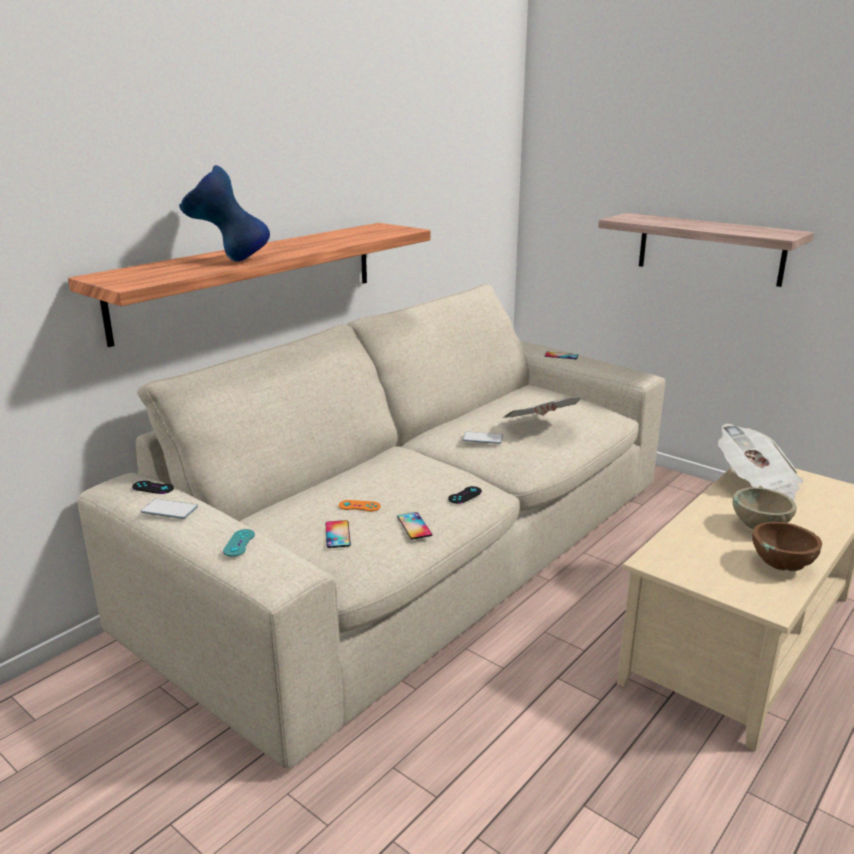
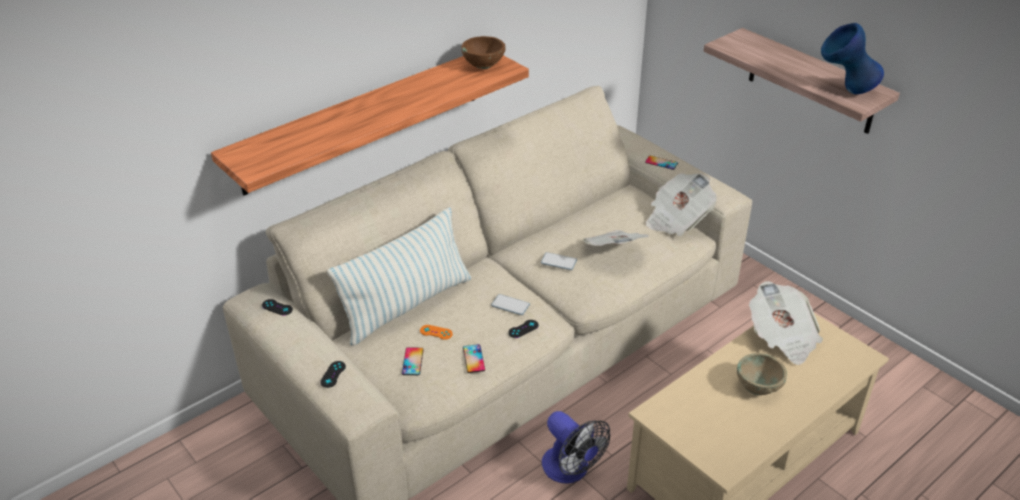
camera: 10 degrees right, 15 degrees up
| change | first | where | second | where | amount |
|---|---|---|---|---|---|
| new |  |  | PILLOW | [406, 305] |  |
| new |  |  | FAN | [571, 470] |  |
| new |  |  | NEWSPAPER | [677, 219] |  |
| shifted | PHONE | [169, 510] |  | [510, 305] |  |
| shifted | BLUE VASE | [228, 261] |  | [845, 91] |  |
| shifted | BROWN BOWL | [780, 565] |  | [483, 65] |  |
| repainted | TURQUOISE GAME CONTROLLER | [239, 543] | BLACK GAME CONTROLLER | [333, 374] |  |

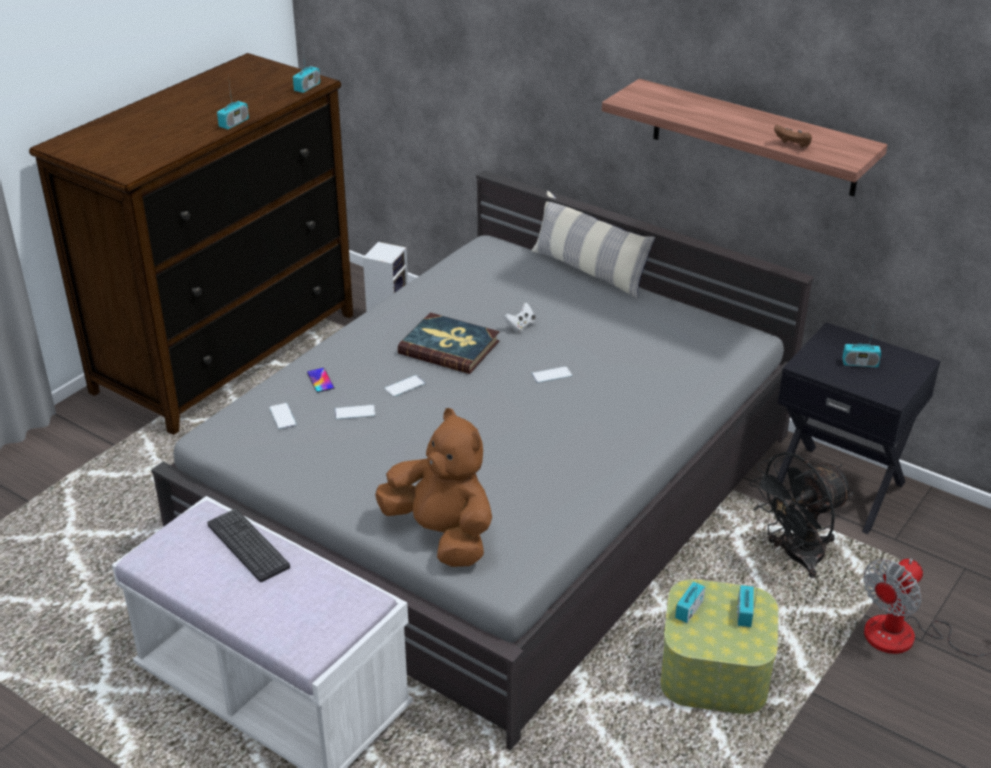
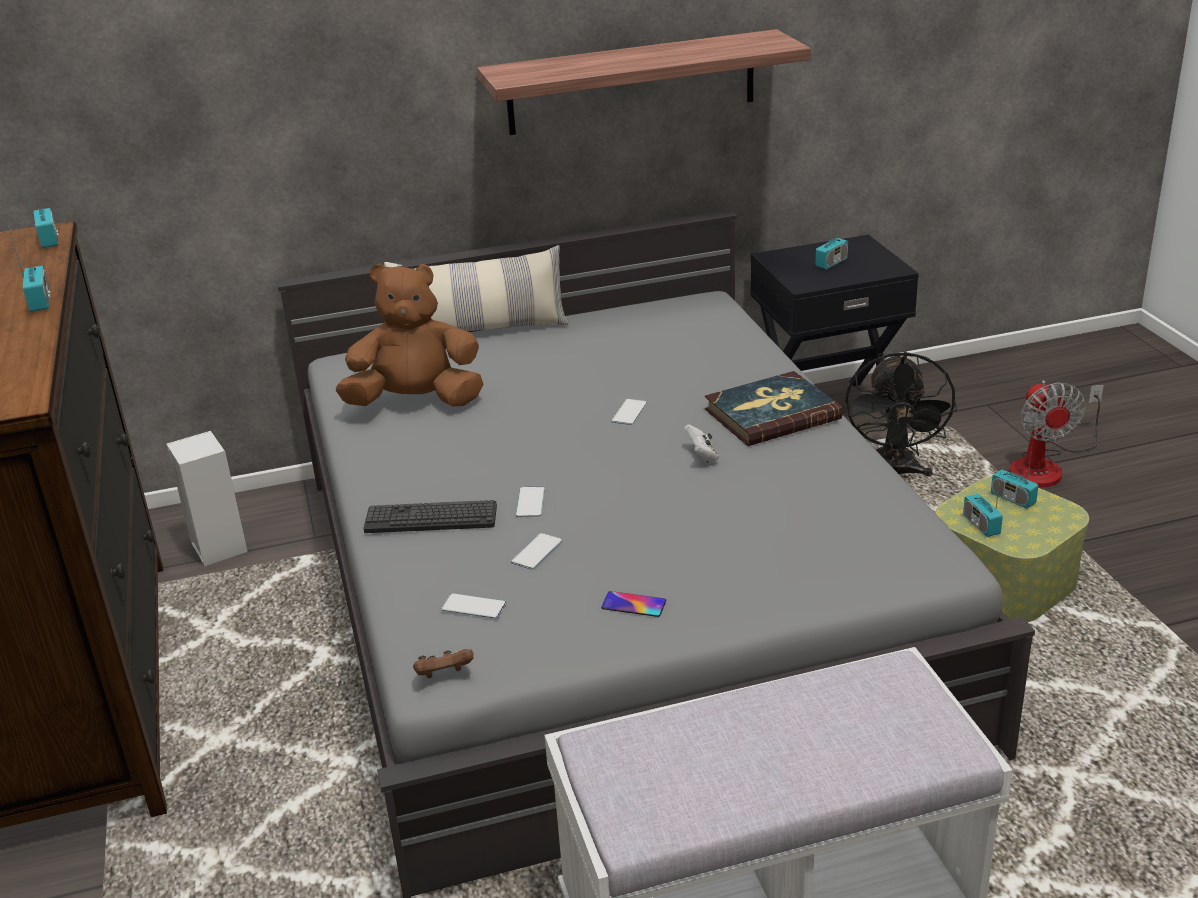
camera: 50 degrees left, 5 degrees down
| change | first | where | second | where | amount |
|---|---|---|---|---|---|
| shifted | KEYBOARD | [248, 545] |  | [431, 518] |  |
| shifted | PHONE | [320, 380] |  | [633, 605] |  |
| shifted | BROWN PLUSH TOY | [442, 535] |  | [416, 402] |  |
| shifted | BOOK | [449, 347] |  | [771, 414] |  |
| shifted | WHITE GAME CONTROLLER | [520, 326] |  | [702, 456] |  |
| shifted | BROWN GAME CONTROLLER | [792, 145] |  | [444, 675] |  |

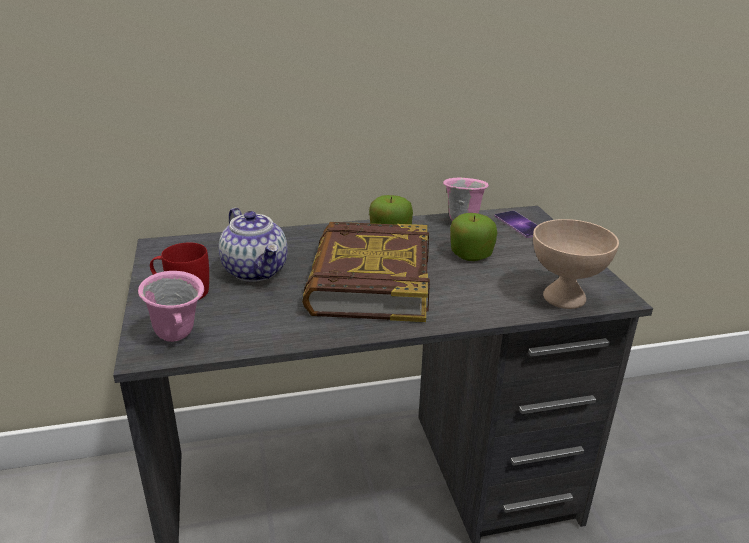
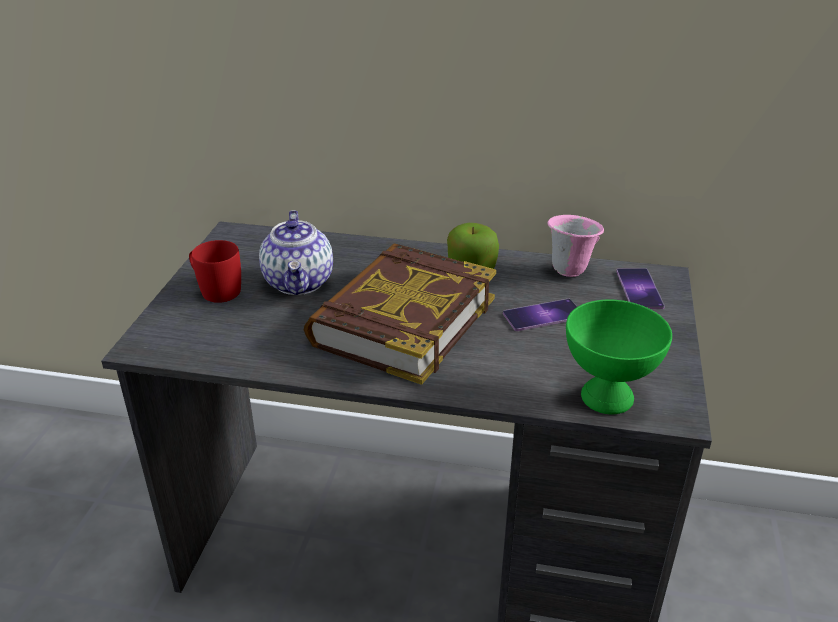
camera: 25 degrees right, 5 degrees up
| change | first | where | second | where | amount |
|---|---|---|---|---|---|
| gone | PINK MUG | [179, 337] |  |  |  |
| swapped | APPLE | [471, 254] | PHONE | [543, 315] |  |
| repainted | BEIGE BOWL | [563, 297] | GREEN BOWL | [607, 396] |  |

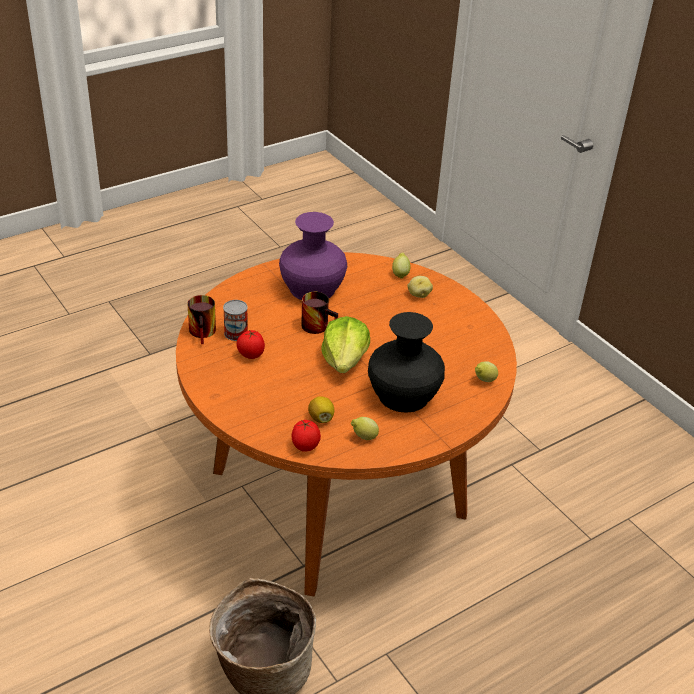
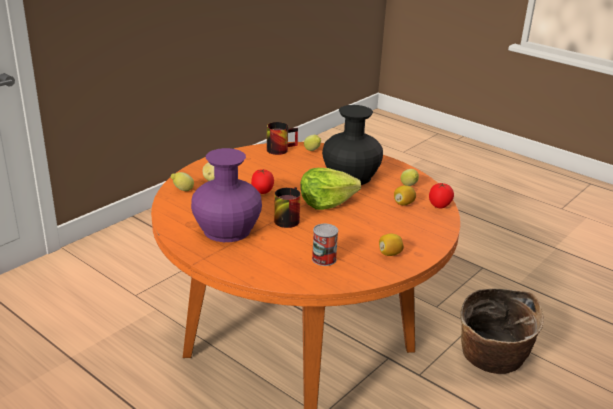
camera: 105 degrees left, 10 degrees down
| change | first | where | second | where | amount |
|---|---|---|---|---|---|
| new |  |  | LEMON | [389, 254] |  |
| shifted | MUG | [205, 332] |  | [280, 149] |  |
| shifted | TOMATO | [250, 355] |  | [262, 192] |  |

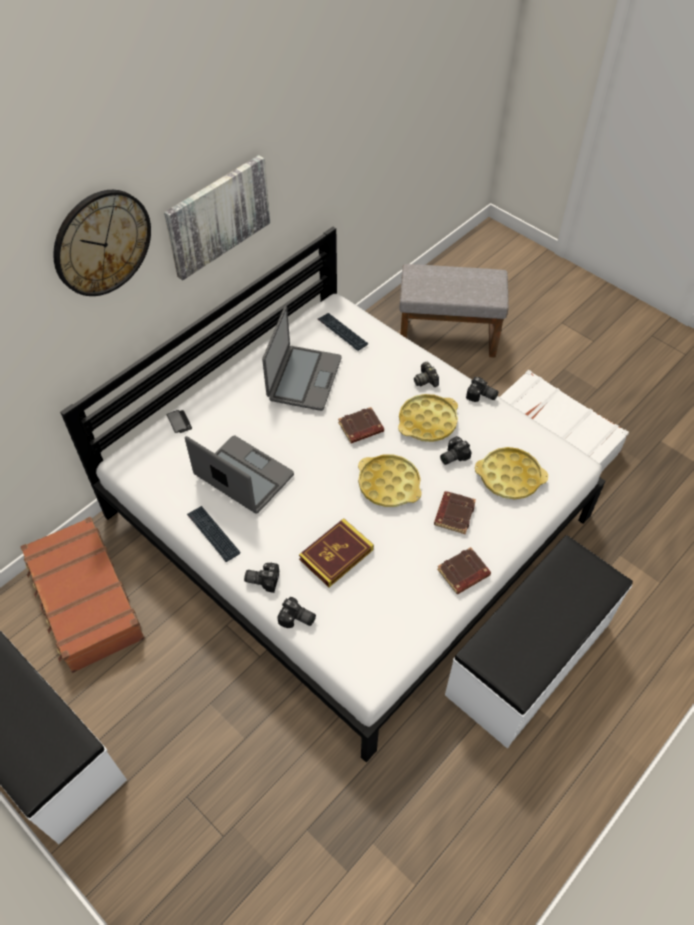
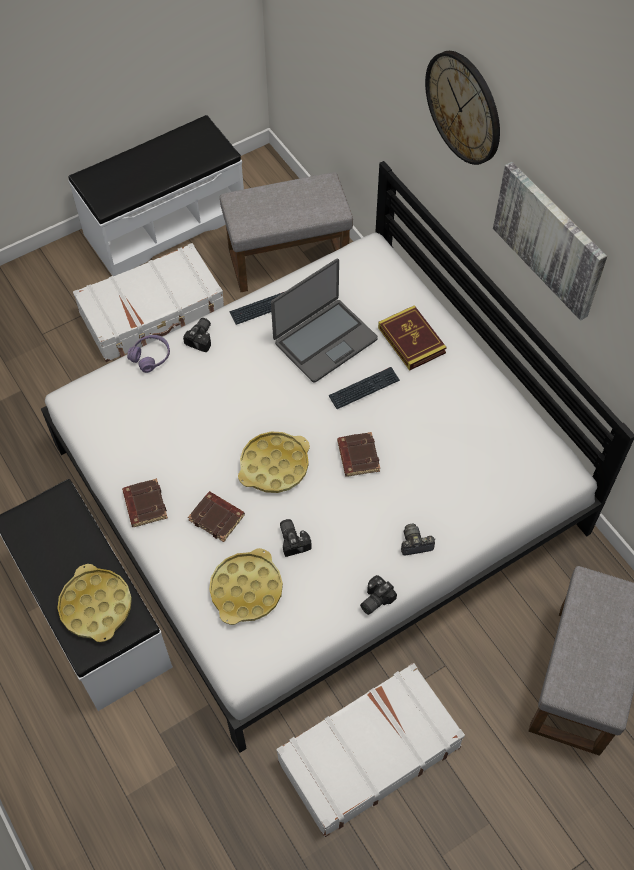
camera: 105 degrees right, 5 degrees up
| change | first | where | second | where | amount |
|---|---|---|---|---|---|
| gone | PHONE | [179, 422] |  |  |  |
| gone | LAPTOP | [303, 378] |  |  |  |
| new |  |  | WHITE SUITCASE | [153, 313] |  |
| shifted | BOOK | [336, 554] |  | [411, 340] |  |
| shifted | KEYBOARD | [342, 332] |  | [364, 389] |  |
| shifted | YELLOW TRAY | [427, 422] |  | [96, 606] |  |
| swapped | BROWN SUITCASE | [85, 601] | GREY OTTOMAN | [287, 261] |  |
| swapped | PHOTO CAMERA | [297, 619] | PURPLE HEADPHONES | [150, 357] |  |

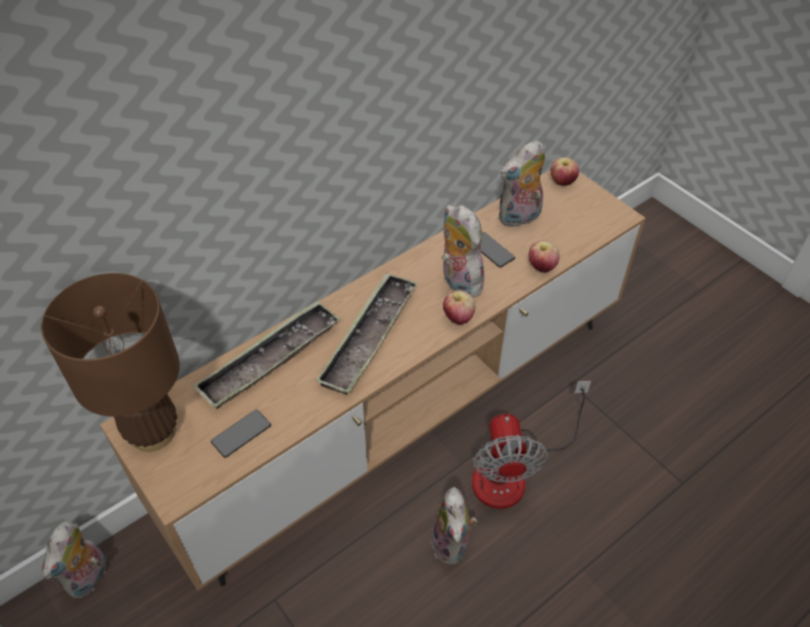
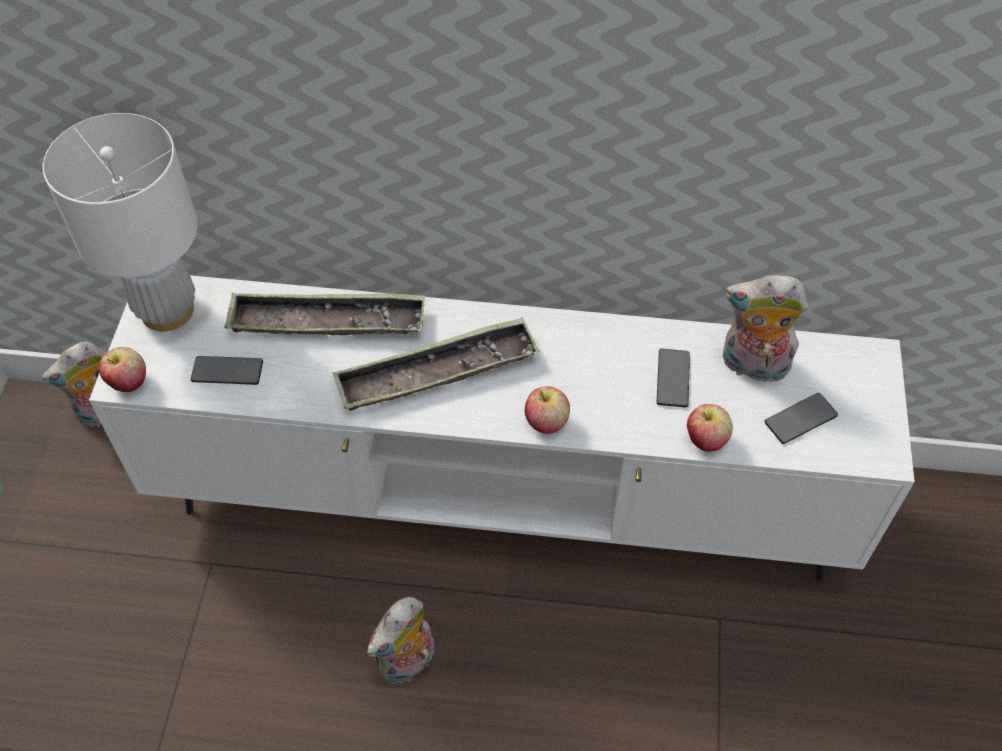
camera: 45 degrees right, 5 degrees up
| change | first | where | second | where | amount |
|---|---|---|---|---|---|
| gone | PLUSH TOY | [458, 281] |  |  |  |
| gone | FAN | [513, 471] |  |  |  |
| new |  |  | PHONE | [800, 419] |  |
| shifted | APPLE | [562, 182] |  | [129, 382] |  |
| repainted | BROWN TABLE LAMP | [152, 432] | WHITE TABLE LAMP | [166, 310] |  |
| repainted | BROWN TV STAND | [403, 417] | WHITE TV STAND | [501, 499] |  |

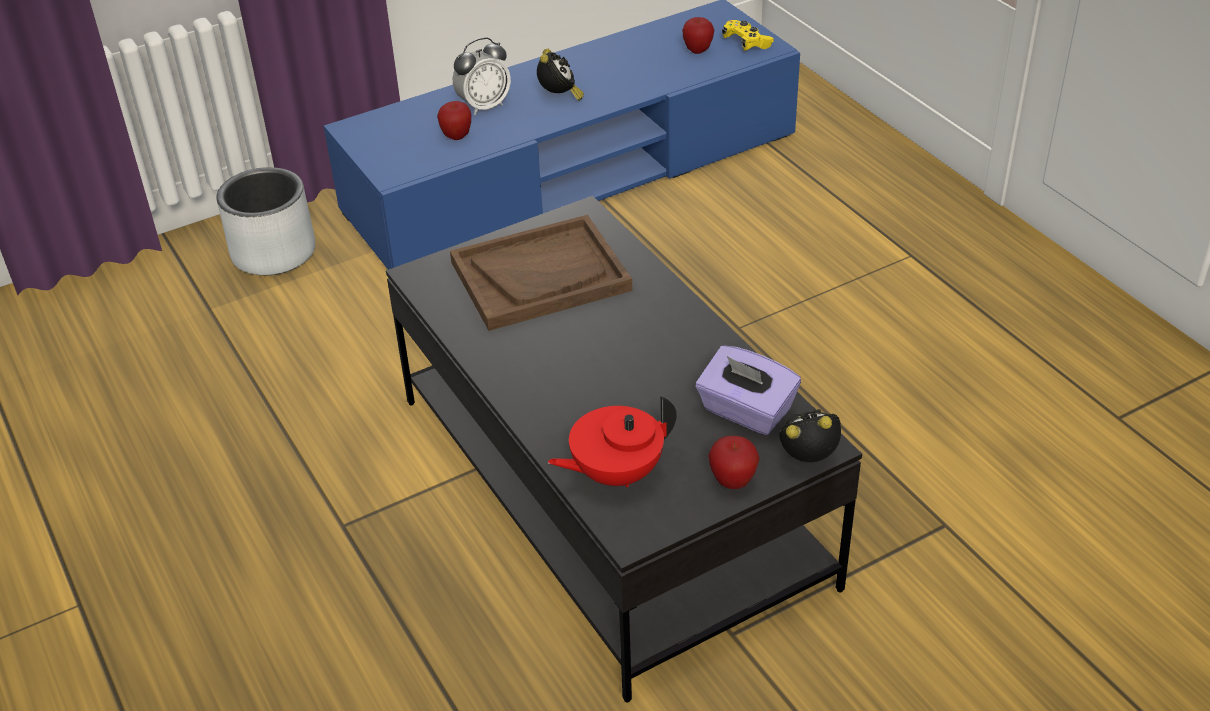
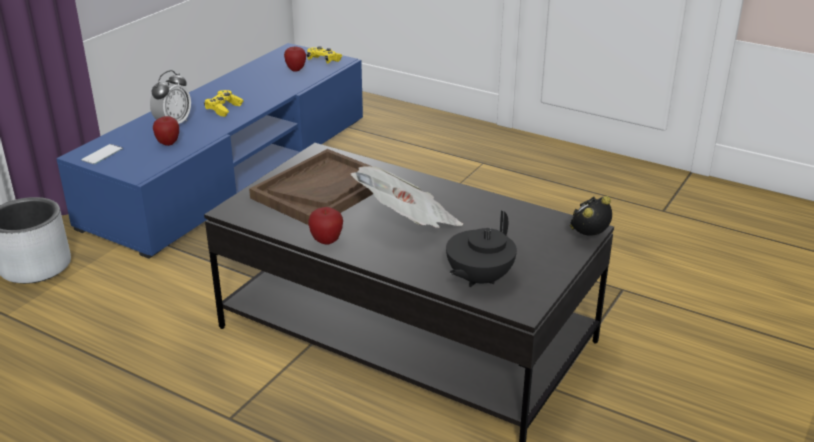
camera: 30 degrees left, 10 degrees down
| change | first | where | second | where | amount |
|---|---|---|---|---|---|
| gone | PURPLE TISSUE BOX | [746, 411] |  |  |  |
| new |  |  | PHONE | [102, 154] |  |
| new |  |  | NEWSPAPER | [408, 223] |  |
| shifted | APPLE | [733, 481] |  | [326, 241] |  |
| swapped | ALARM CLOCK | [559, 97] | YELLOW GAME CONTROLLER | [224, 109] |  |
| repainted | RED TEAPOT | [615, 473] | BLACK TEAPOT | [478, 279] |  |

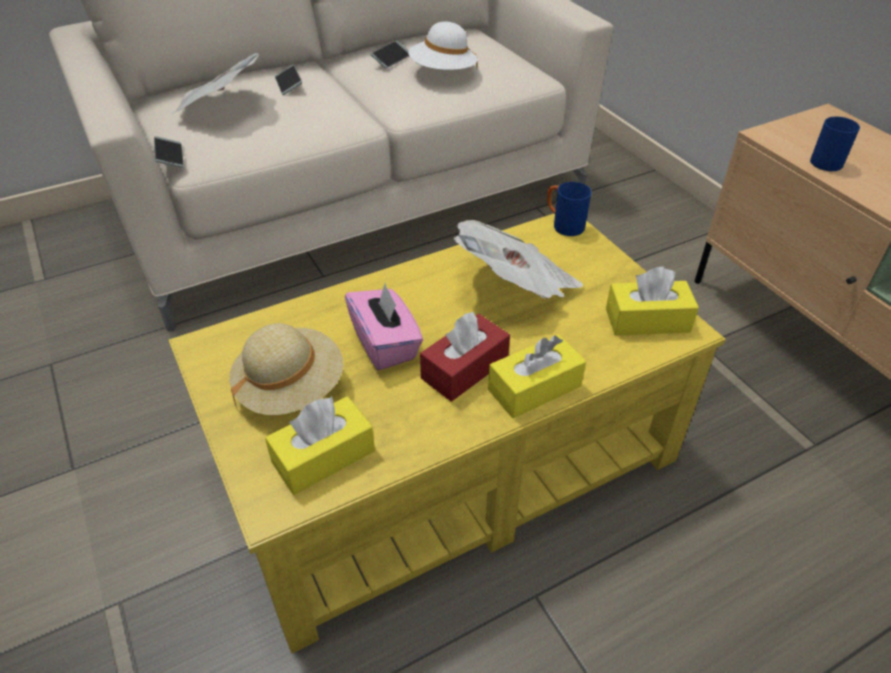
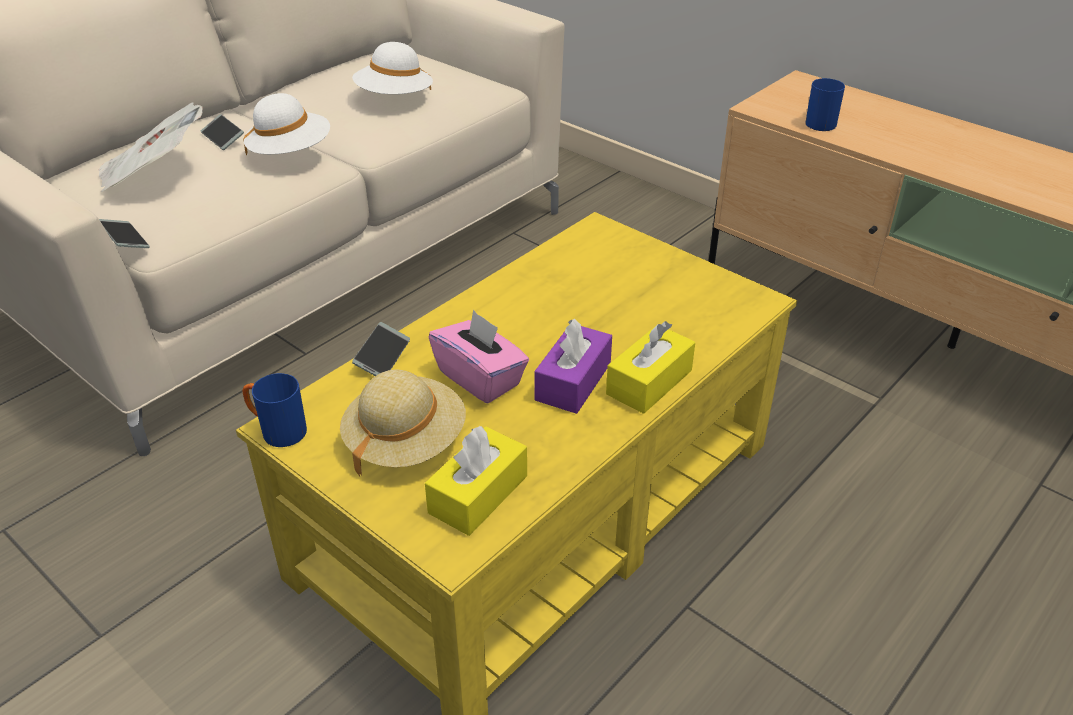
camera: 20 degrees left, 5 degrees down
| change | first | where | second | where | amount |
|---|---|---|---|---|---|
| gone | NEWSPAPER | [517, 287] |  |  |  |
| gone | YELLOW TISSUE BOX | [647, 320] |  |  |  |
| new |  |  | WHITE HAT | [290, 153] |  |
| shifted | PHONE | [391, 59] |  | [382, 356] |  |
| shifted | BLUE MUG | [563, 225] |  | [277, 431] |  |
| repainted | RED TISSUE BOX | [464, 369] | PURPLE TISSUE BOX | [573, 382] |  |

